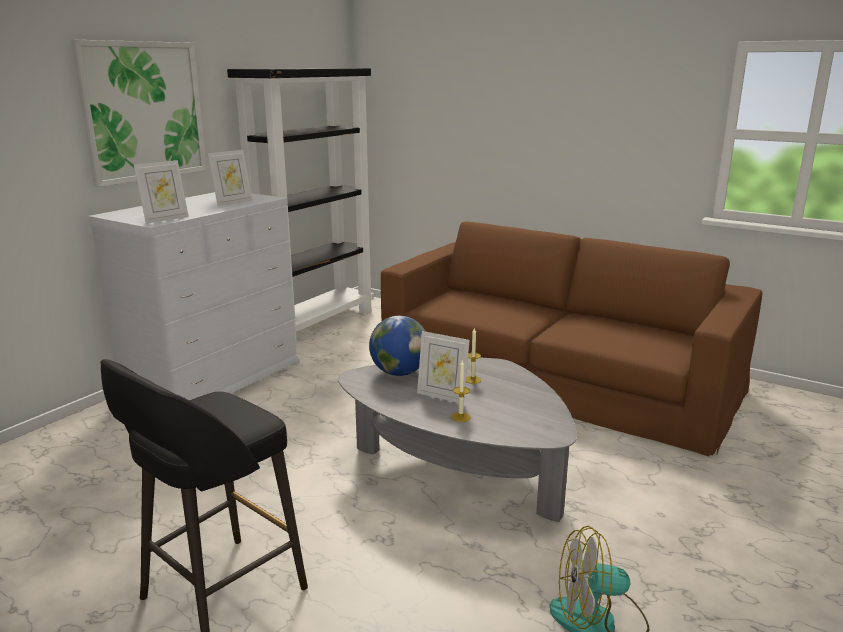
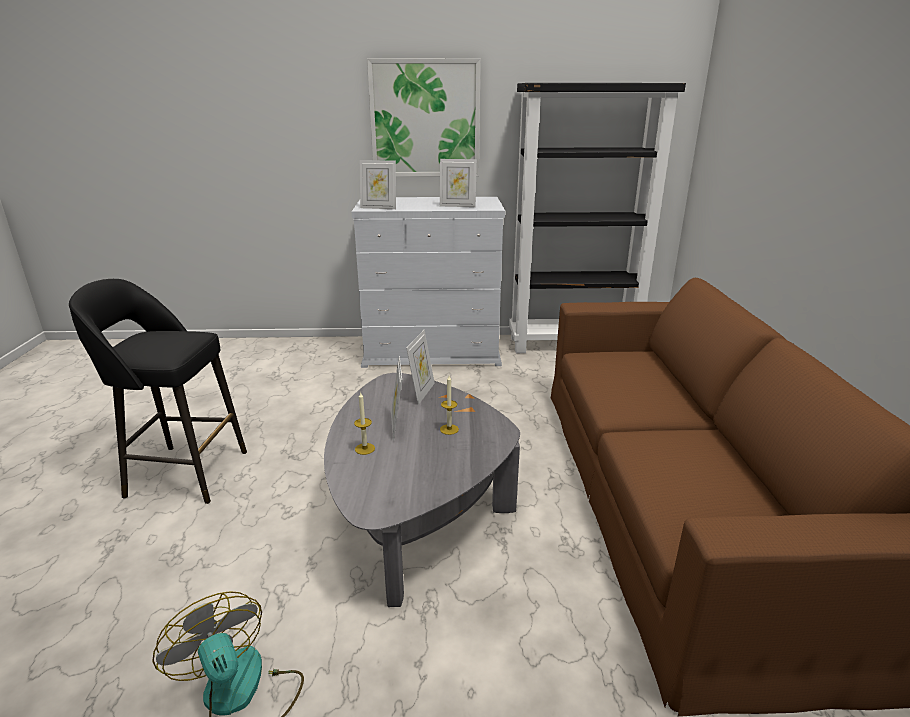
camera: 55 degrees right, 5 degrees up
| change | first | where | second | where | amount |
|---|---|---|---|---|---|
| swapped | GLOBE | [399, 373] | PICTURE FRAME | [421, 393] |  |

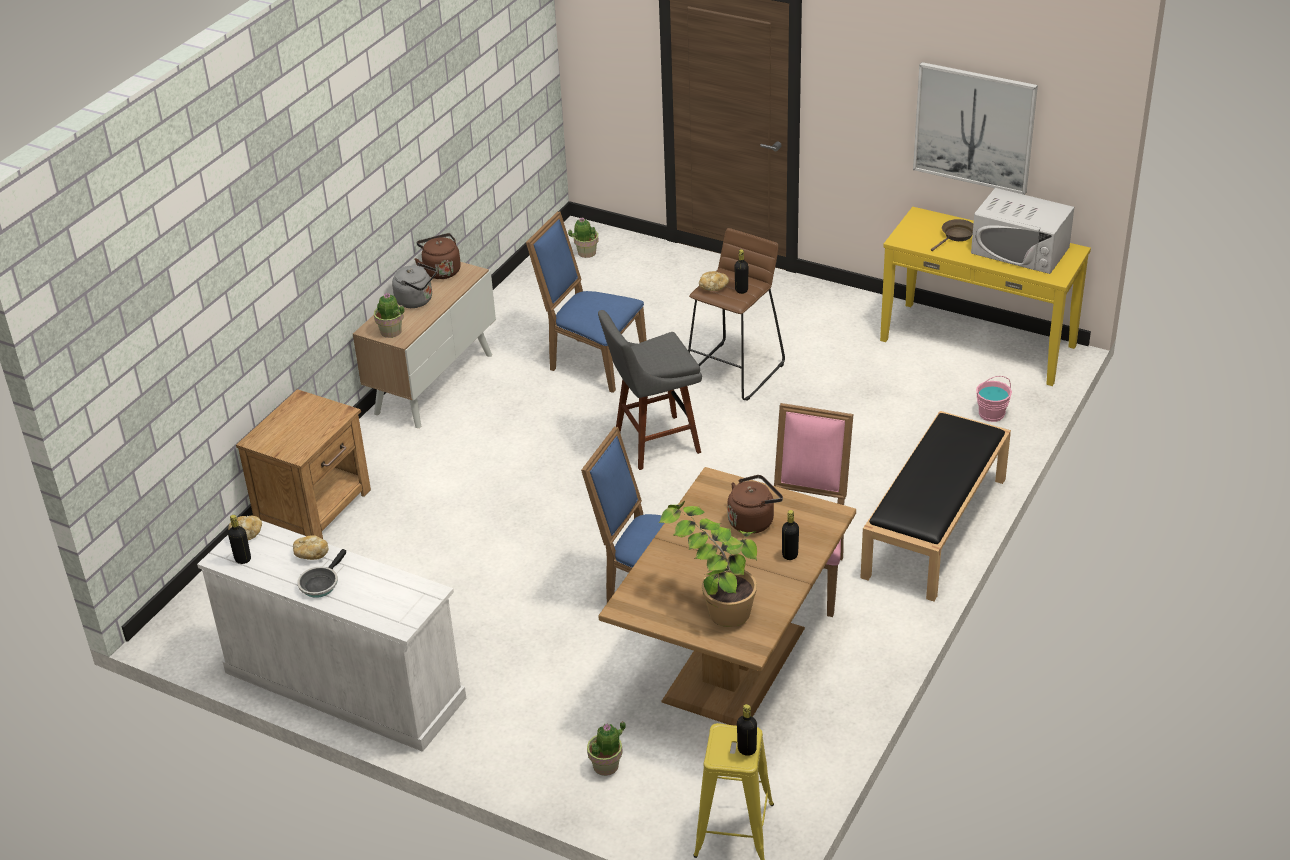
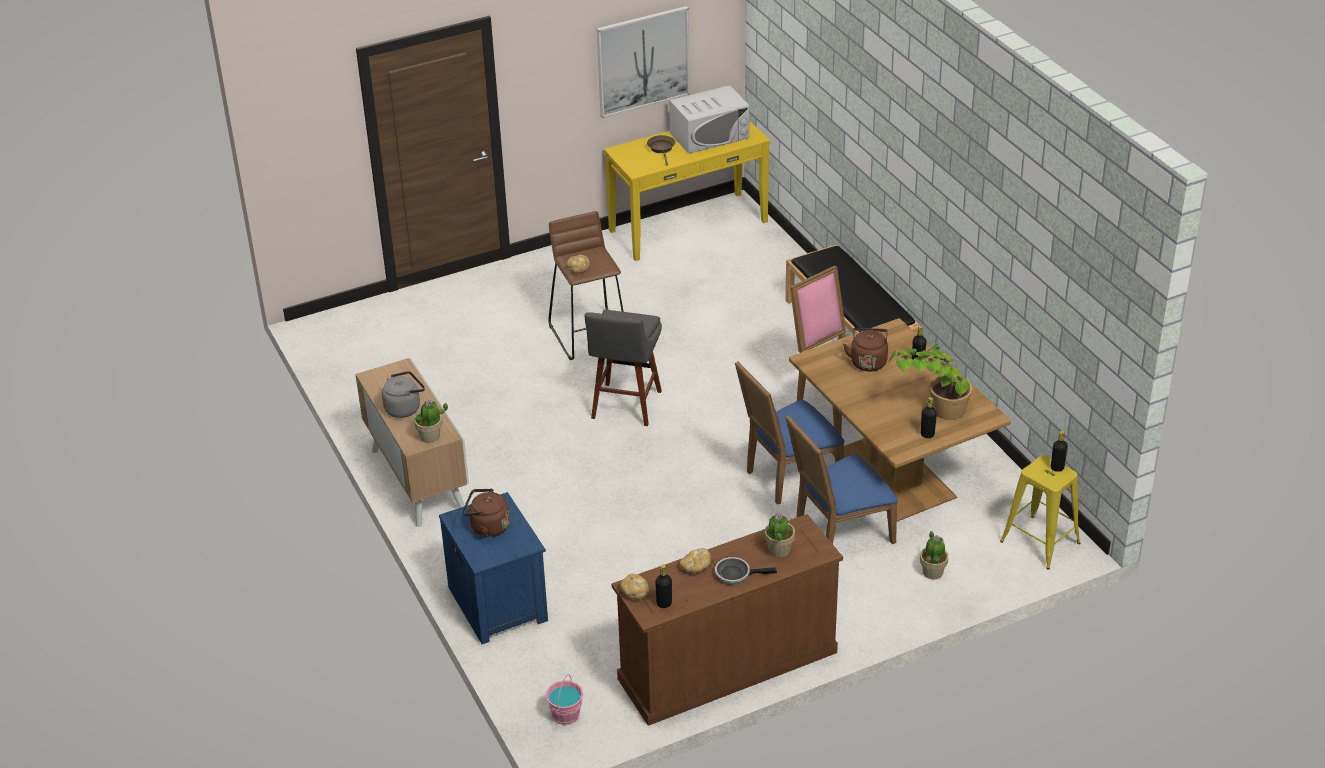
camera: 55 degrees left, 0 degrees up
| change | first | where | second | where | amount |
|---|---|---|---|---|---|
| shifted | BROWN KETTLE | [441, 270] |  | [487, 527] |  |
| shifted | BLUE CHAIR | [592, 361] |  | [838, 534] |  |
| shifted | POTTED PLANT | [586, 253] |  | [779, 550] |  |
| shifted | BLACK BOTTLE | [741, 290] |  | [927, 434] |  |
| shifted | PINK BUCKET | [991, 413] |  | [565, 714] |  |
| repainted | WHITE DRESSER | [343, 685] | BROWN DRESSER | [727, 666] |  |
| repainted | BROWN NIGHTSTAND | [315, 506] | BLUE NIGHTSTAND | [498, 602] |  |
| rotated | FRYING PAN | [320, 583] |  | [736, 574] | 120 degrees clockwise |

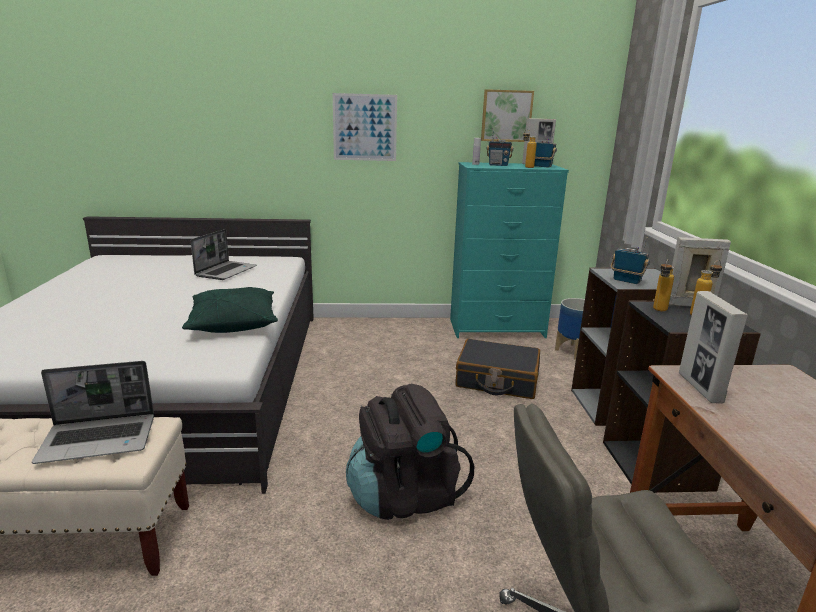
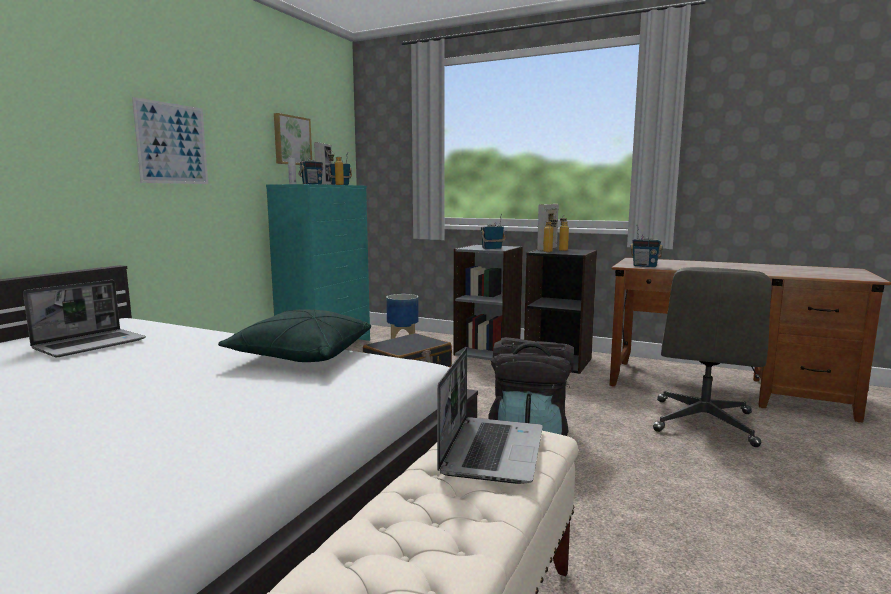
camera: 60 degrees left, 10 degrees down
| change | first | where | second | where | amount |
|---|---|---|---|---|---|
| swapped | PICTURE FRAME | [700, 388] | RADIO | [645, 266] |  |
| rotated | LAPTOP | [226, 271] |  | [91, 344] | 75 degrees clockwise |

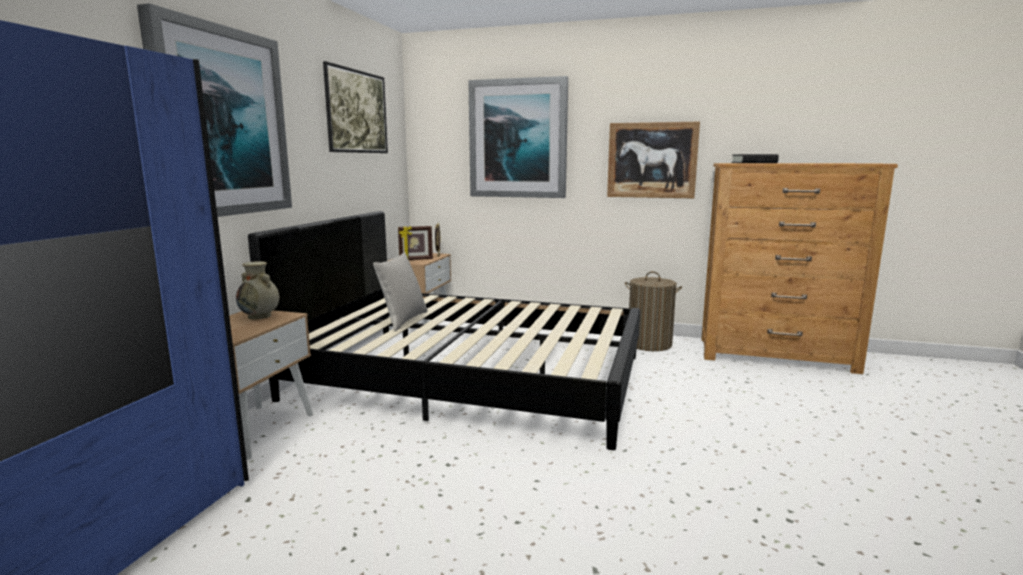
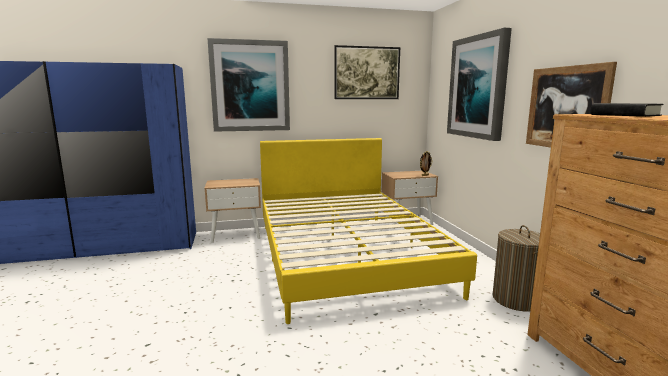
camera: 60 degrees right, 0 degrees up
| change | first | where | second | where | amount |
|---|---|---|---|---|---|
| gone | BEIGE VASE | [260, 316] |  |  |  |
| gone | GREY PILLOW | [403, 320] |  |  |  |
| gone | PICTURE FRAME | [416, 259] |  |  |  |
| repainted | BLACK BED | [470, 377] | YELLOW BED | [345, 255] |  |

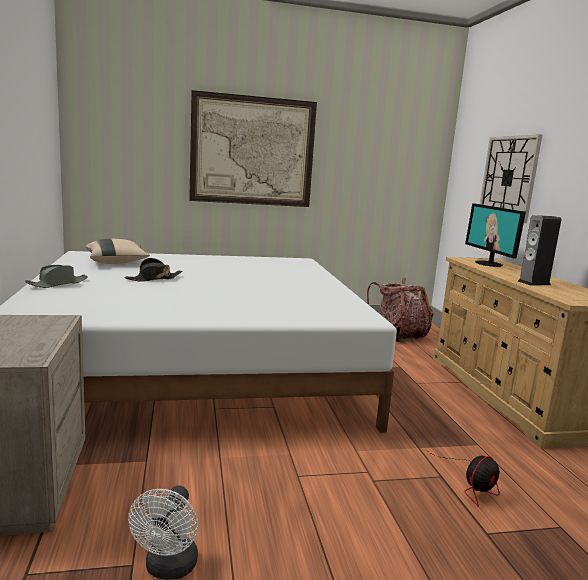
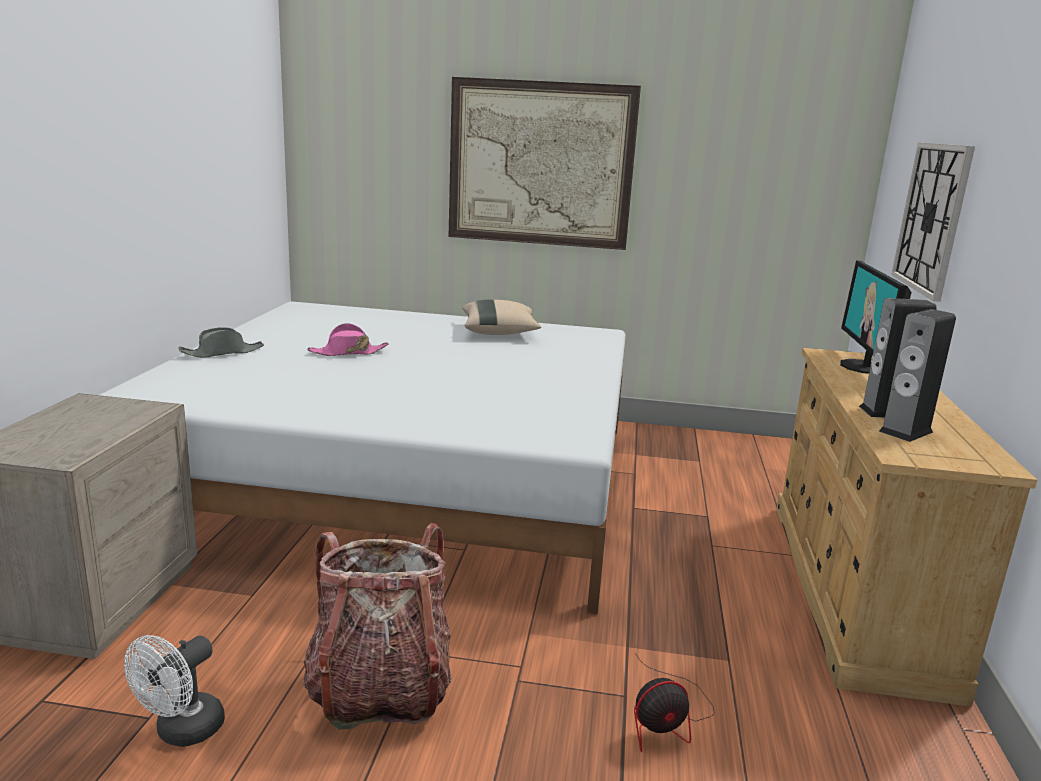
camera: 20 degrees right, 5 degrees up
| change | first | where | second | where | amount |
|---|---|---|---|---|---|
| new |  |  | SPEAKER | [905, 431] |  |
| shifted | BEIGE PILLOW | [117, 262] |  | [499, 332] |  |
| shifted | BACKPACK | [399, 335] |  | [380, 690] |  |
| repainted | BLACK HAT | [154, 279] | PINK HAT | [348, 353] |  |

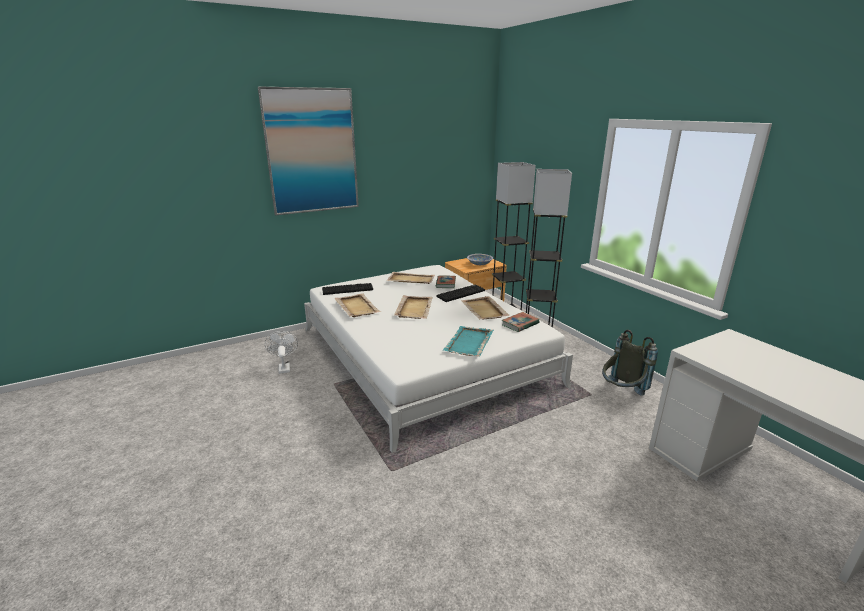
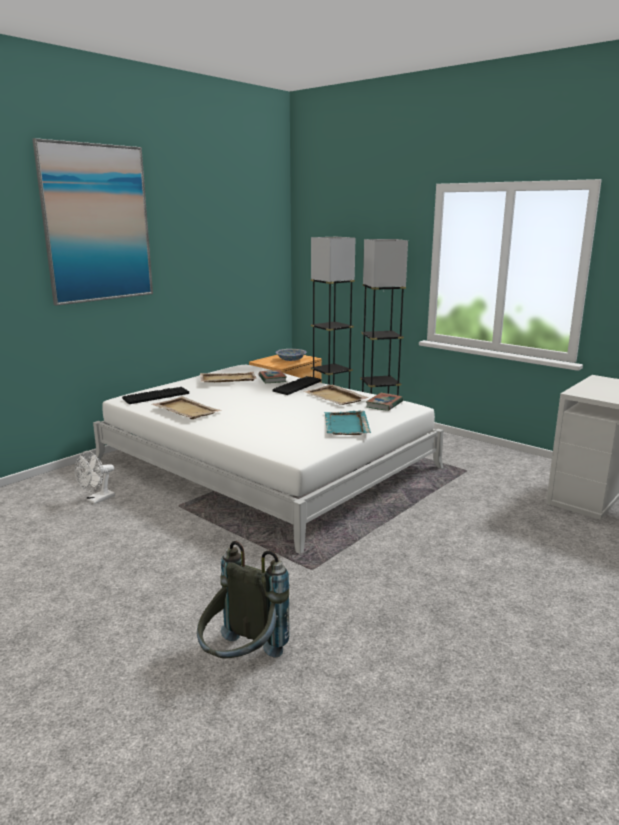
camera: 20 degrees left, 5 degrees down
| change | first | where | second | where | amount |
|---|---|---|---|---|---|
| gone | BEIGE TRAY | [414, 308] |  |  |  |
| shifted | GREY BACKPACK | [621, 393] |  | [241, 662] |  |
| rotated | WHITE FAN | [284, 367] |  | [97, 500] | 105 degrees counterclockwise |

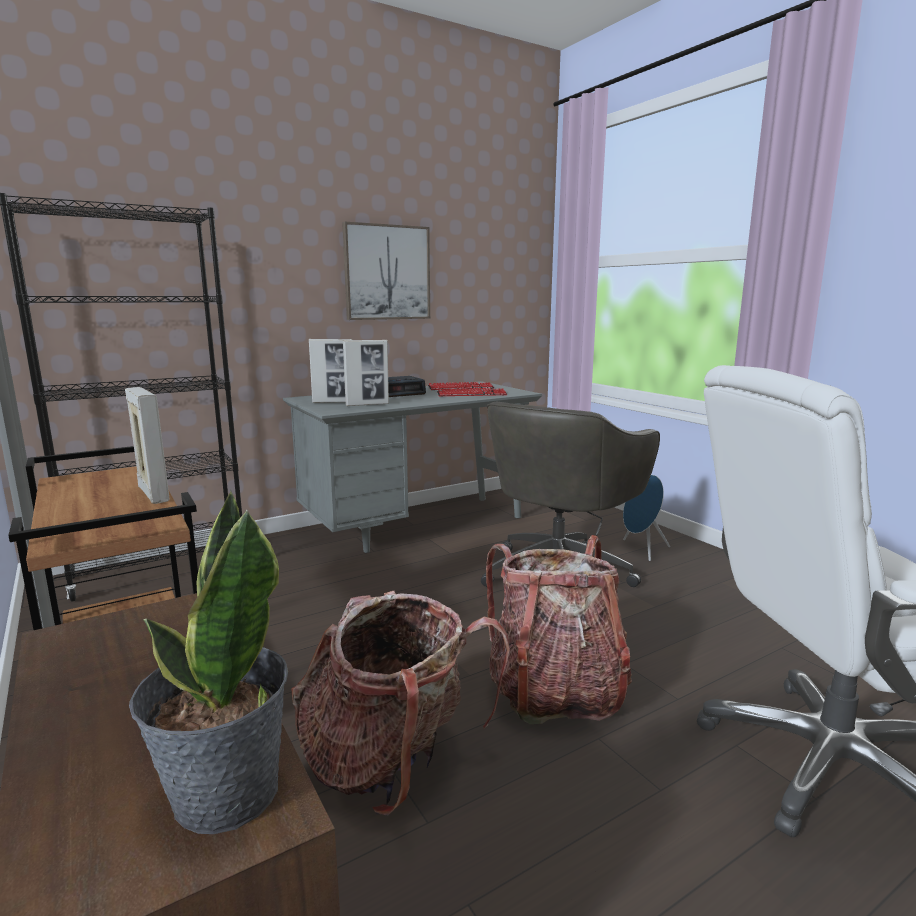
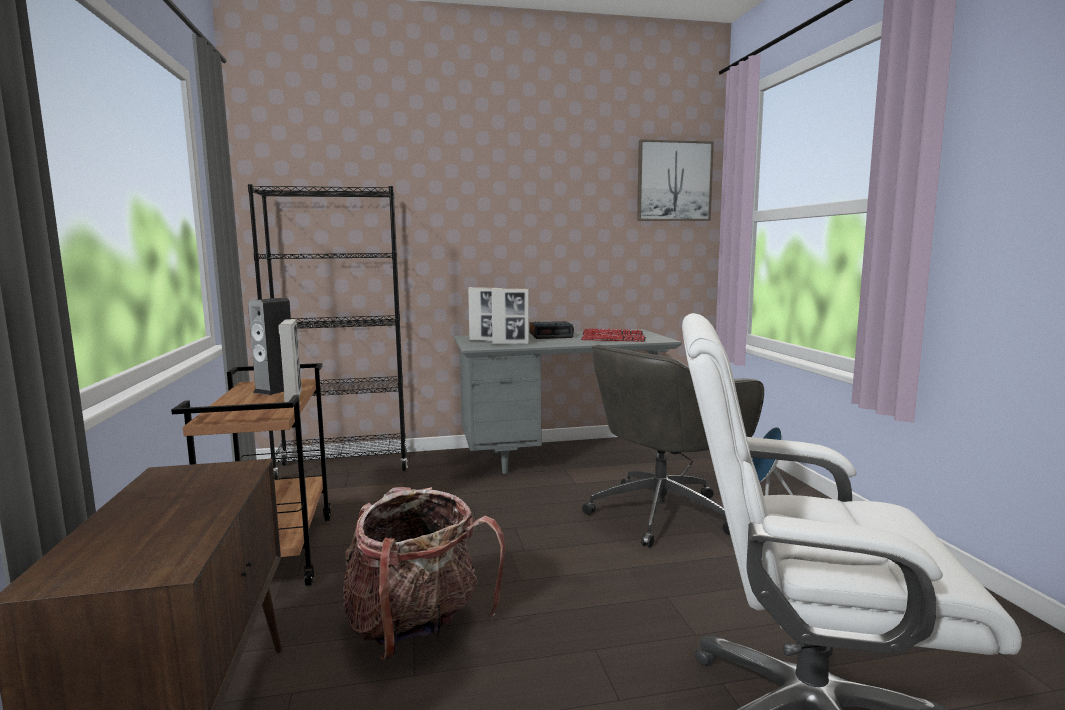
camera: 20 degrees right, 5 degrees down
| change | first | where | second | where | amount |
|---|---|---|---|---|---|
| gone | POTTED PLANT | [224, 794] |  |  |  |
| gone | BACKPACK | [555, 690] |  |  |  |
| new |  |  | SPEAKER | [276, 390] |  |
| shifted | PICTURE | [387, 272] |  | [674, 181] |  |

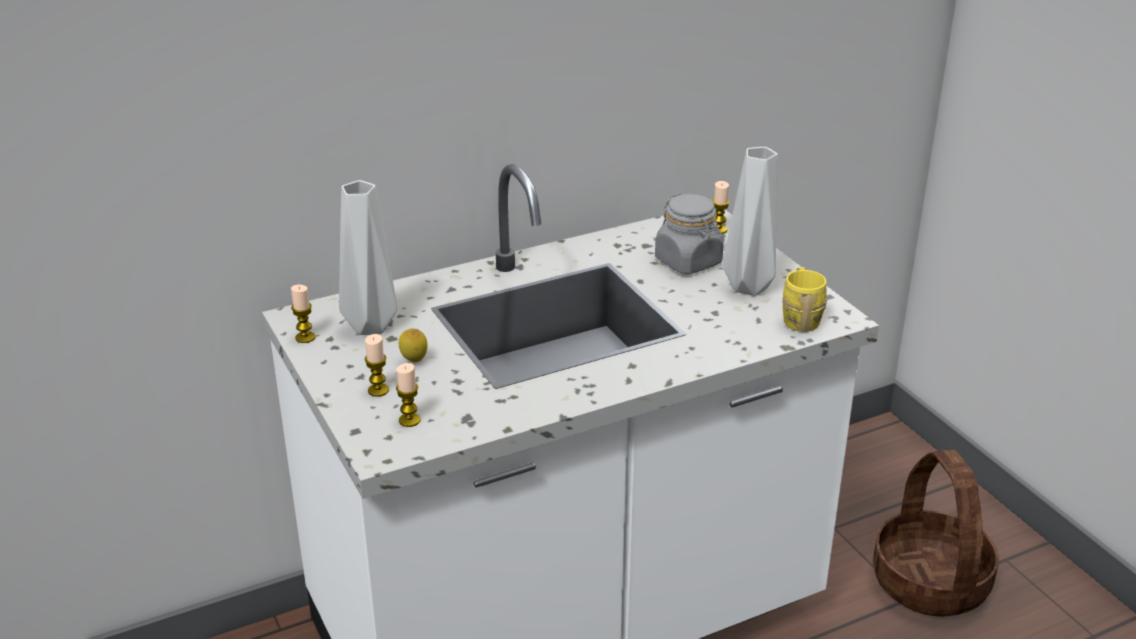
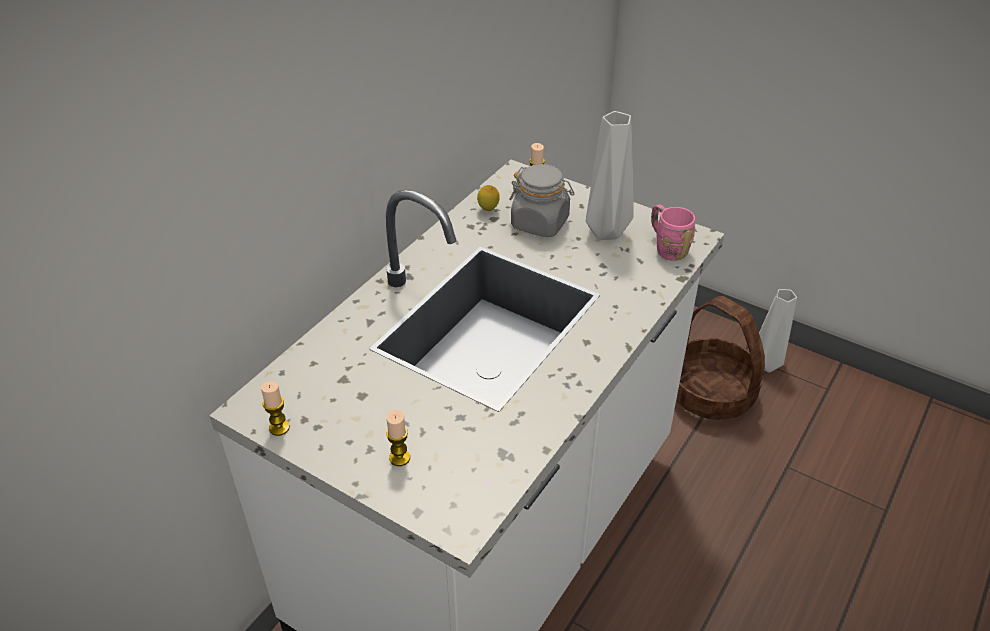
camera: 30 degrees left, 10 degrees up
| change | first | where | second | where | amount |
|---|---|---|---|---|---|
| gone | CANDLE | [409, 420] |  |  |  |
| shifted | GREY VASE | [373, 327] |  | [768, 364] |  |
| shifted | LEMON | [414, 361] |  | [488, 210] |  |
| repainted | YELLOW MUG | [800, 318] | PINK MUG | [667, 247] |  |

